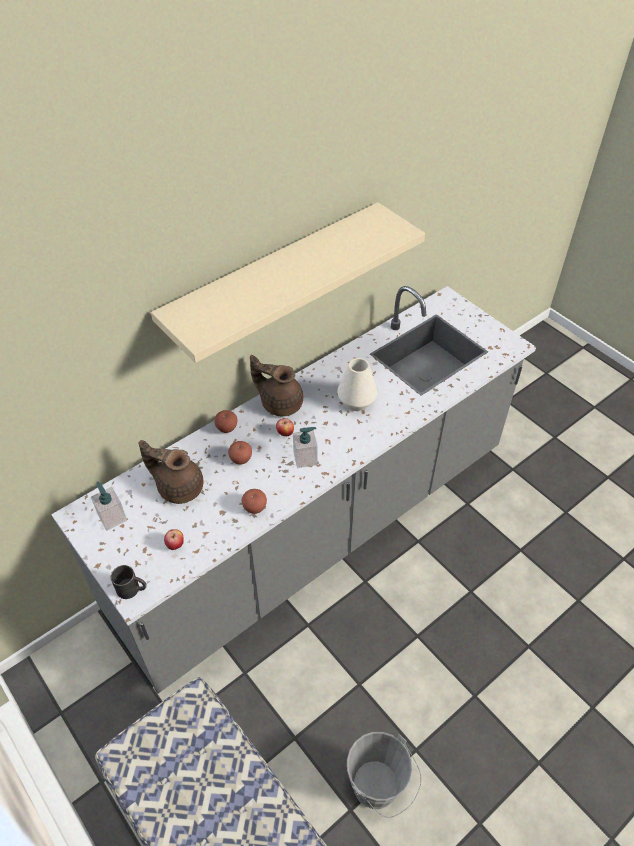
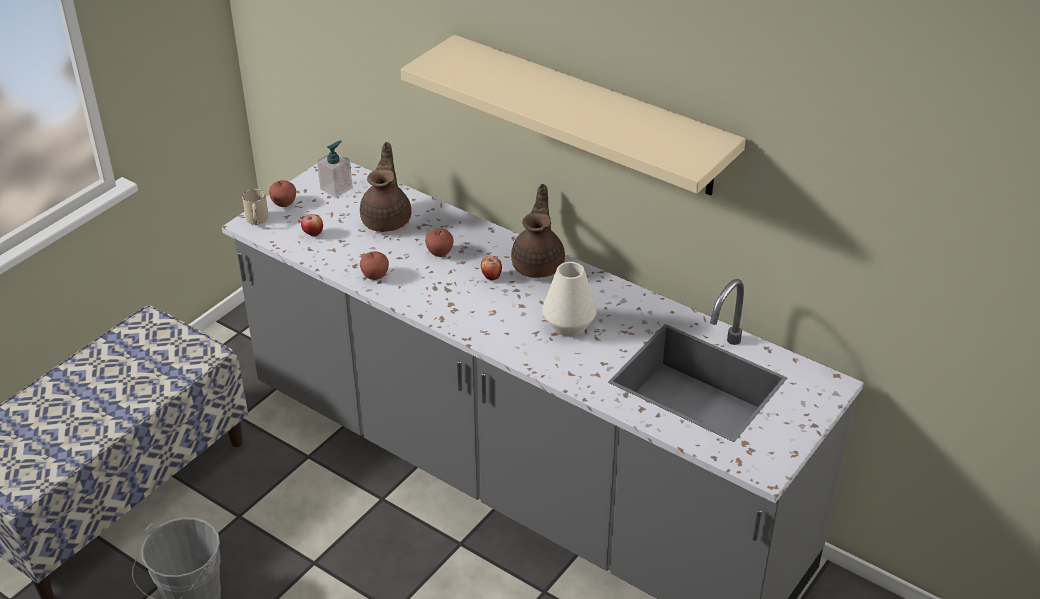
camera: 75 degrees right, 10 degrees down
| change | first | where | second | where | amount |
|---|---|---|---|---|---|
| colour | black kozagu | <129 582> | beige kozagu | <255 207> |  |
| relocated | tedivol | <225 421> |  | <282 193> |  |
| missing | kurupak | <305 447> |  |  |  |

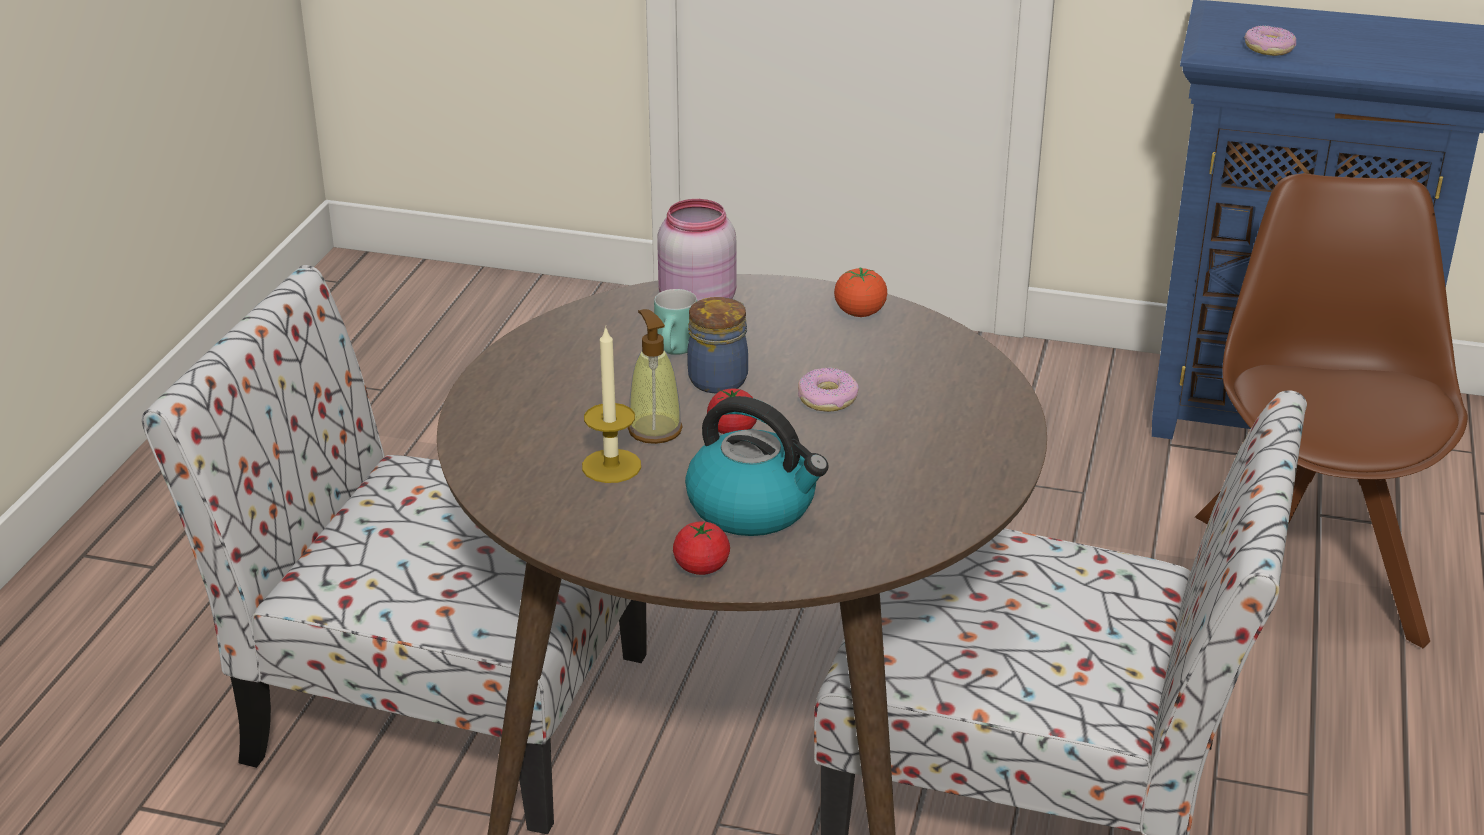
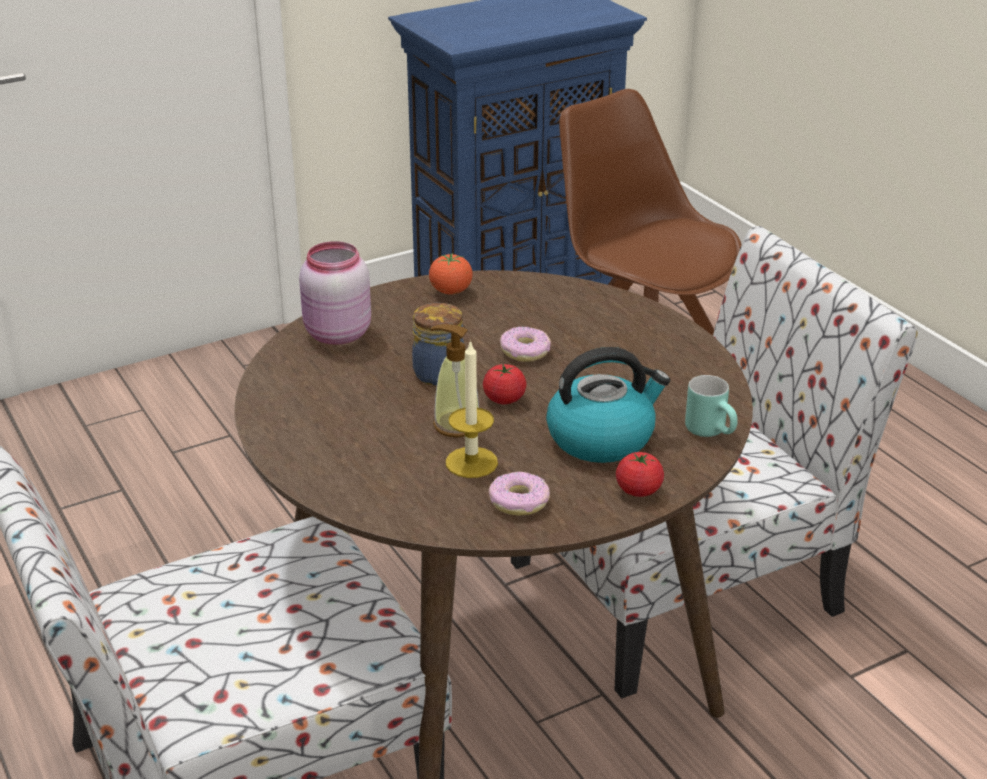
camera: 45 degrees left, 0 degrees up
| change | first | where | second | where | amount |
|---|---|---|---|---|---|
| relocated | turquoise kozagu | <675 322> |  | <711 406> |  |
| relocated | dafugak | <1270 40> |  | <519 493> |  |

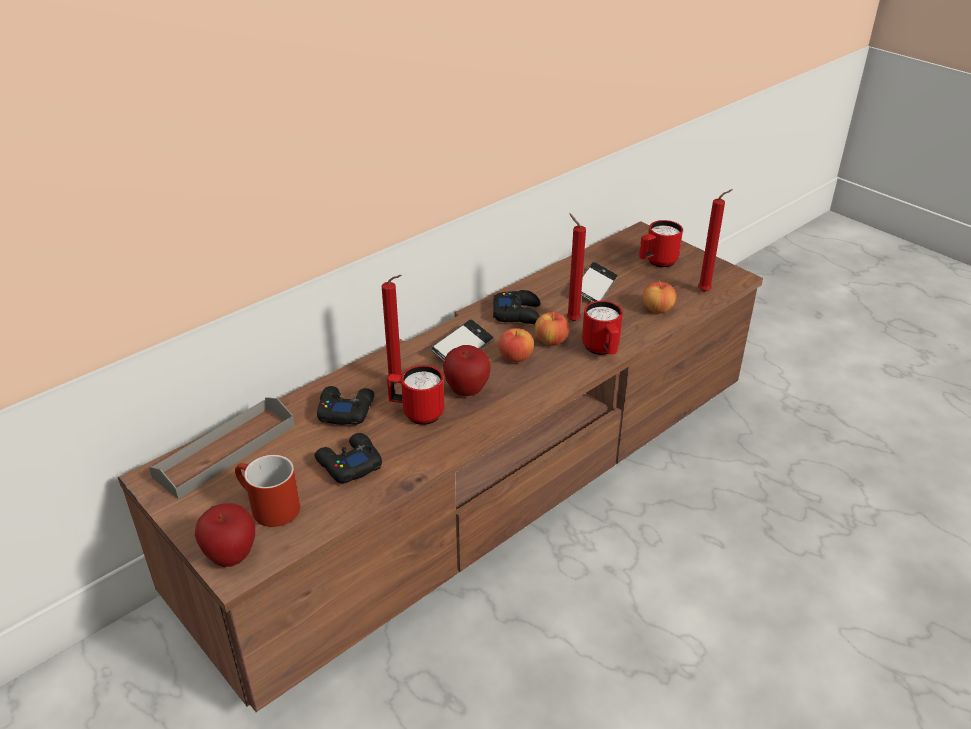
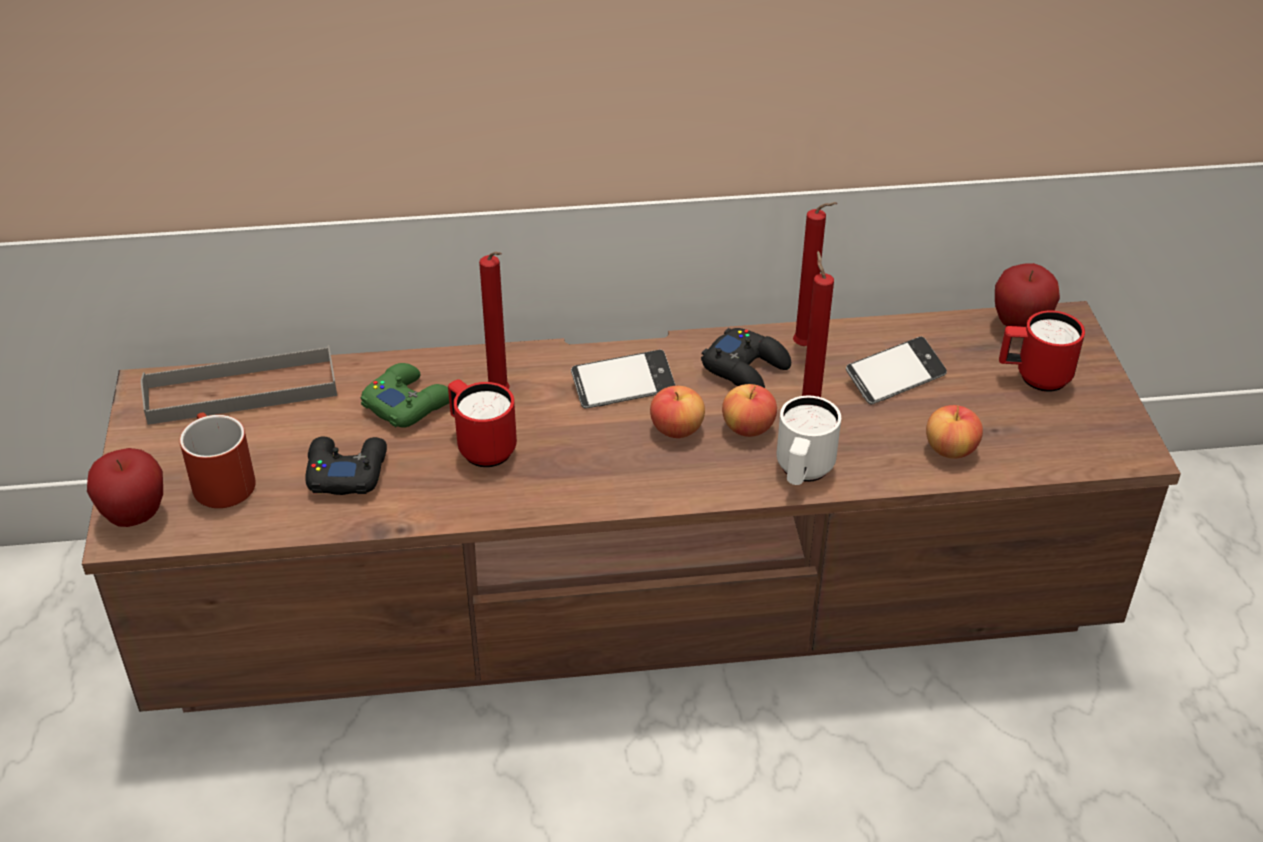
camera: 35 degrees right, 5 degrees up
| change | first | where | second | where | amount |
|---|---|---|---|---|---|
| colour | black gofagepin | <345 405> | green gofagepin | <405 395> |  |
| relocated | tedivol | <467 370> |  | <1027 295> |  |
| colour | red kozagu | <602 328> | white kozagu | <809 440> |  |
| relocated | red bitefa | <715 240> |  | <815 274> |  |

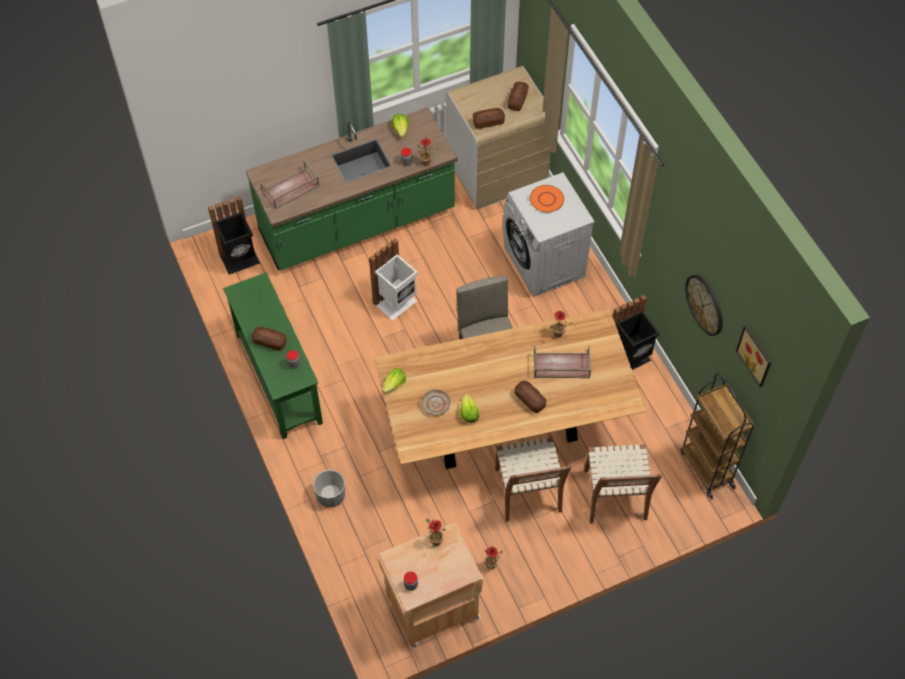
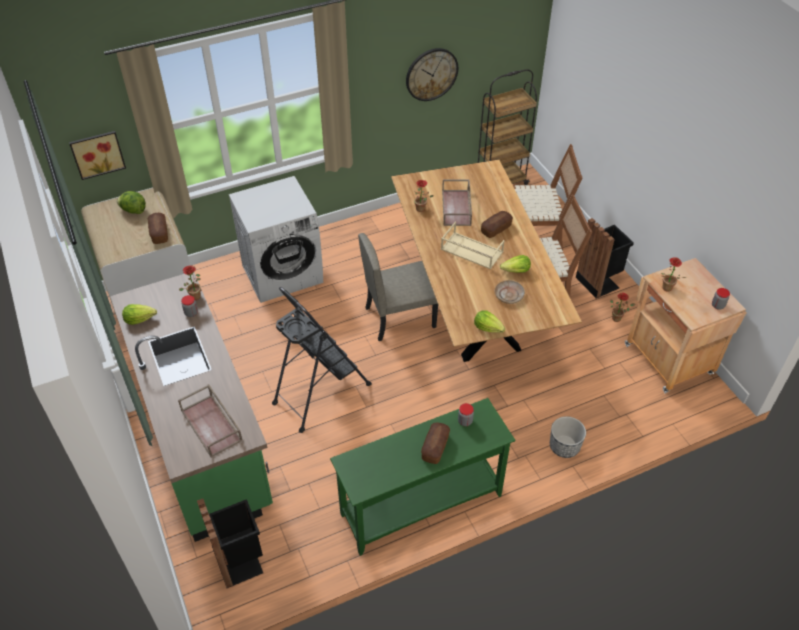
camera: 90 degrees left, 10 degrees down
| change | first | where | second | where | amount |
|---|---|---|---|---|---|
| exchanged | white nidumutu | <393 279> | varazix | <322 360> |  |
| exchanged | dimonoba | <518 96> | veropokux | <131 202> |  |
| missing | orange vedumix | <547 199> |  |  |  |
| relocated | black nidumutu | <636 332> |  | <605 258> |  |
| relocated | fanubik | <753 356> |  | <97 155> |  |
| appeared |  |  | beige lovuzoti | <472 245> |  |

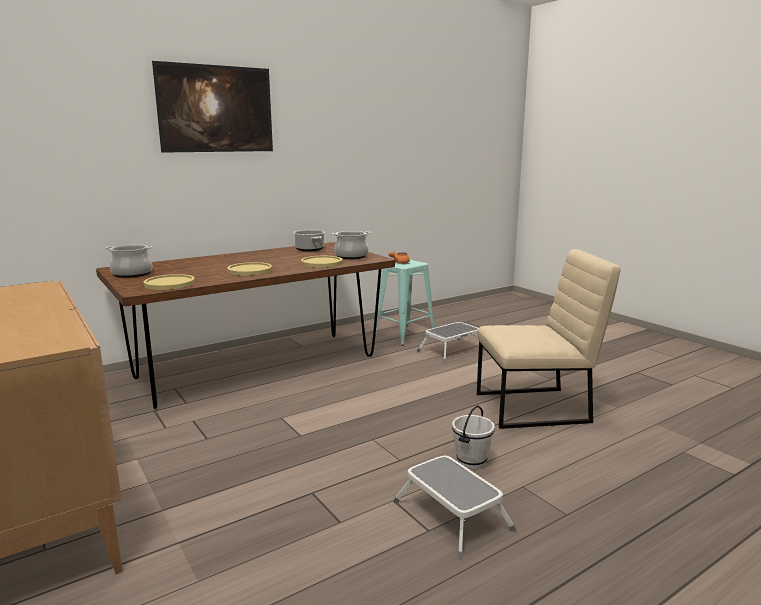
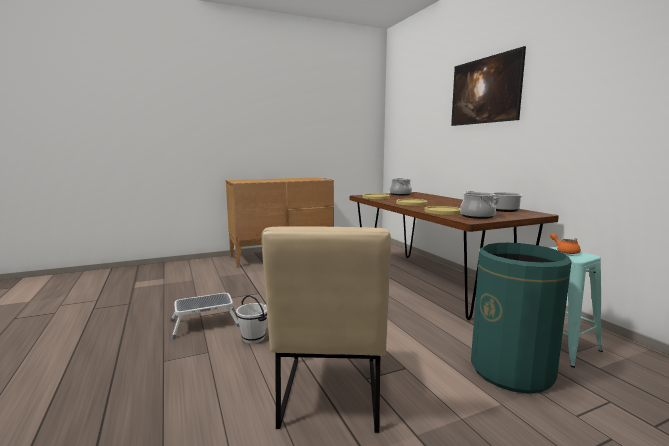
camera: 100 degrees right, 5 degrees down
| change | first | where | second | where | amount |
|---|---|---|---|---|---|
| exchanged | grey varazix | <451 342> | green nidumutu | <521 318> |  |

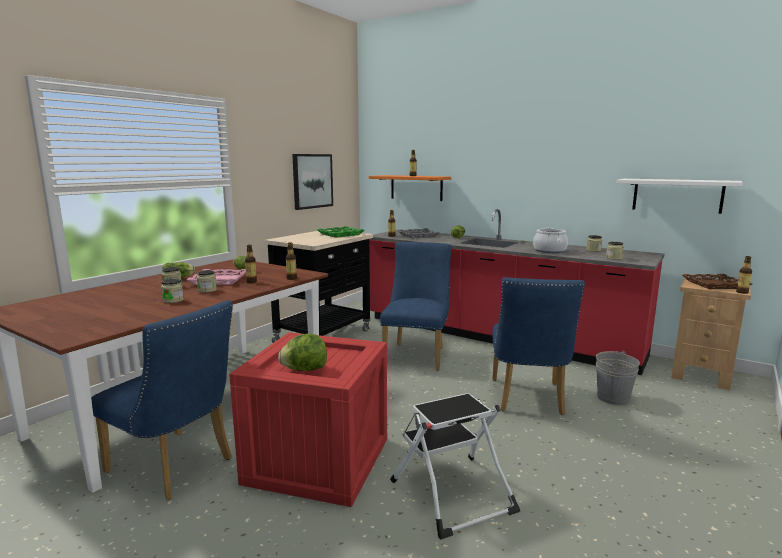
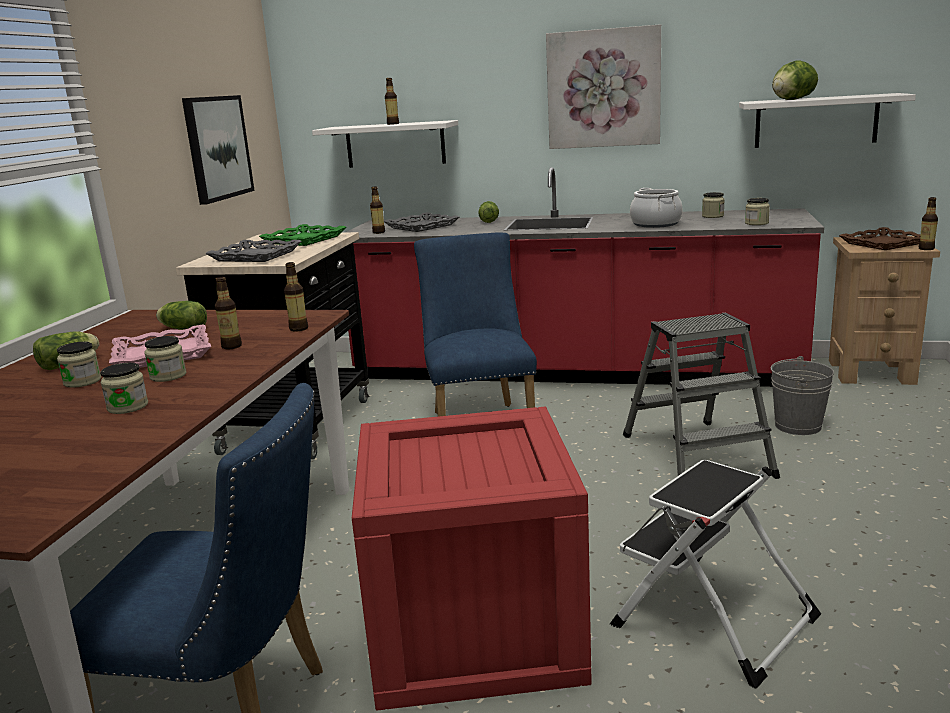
camera: 20 degrees left, 5 degrees up
| change | first | where | second | where | amount |
|---|---|---|---|---|---|
| relocated | veropokux | <302 352> |  | <795 80> |  |
| colour | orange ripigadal | <410 188> | white ripigadal | <385 144> |  |
| exchanged | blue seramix | <538 346> | grey varazix | <701 396> |  |
| appeared |  |  | grey lovuzoti | <253 251> |  |
| appeared |  |  | fanubik | <603 86> |  |

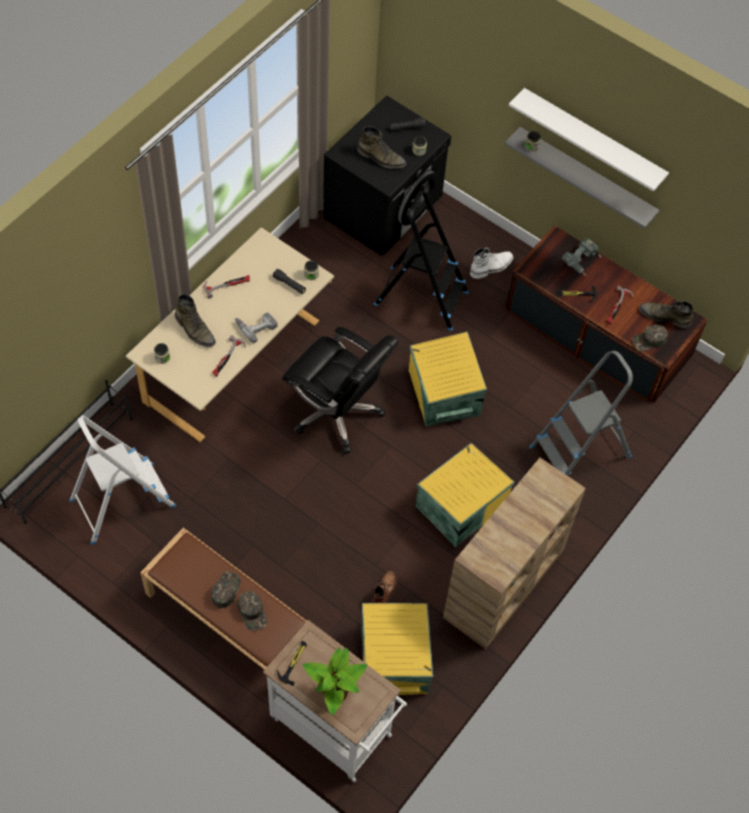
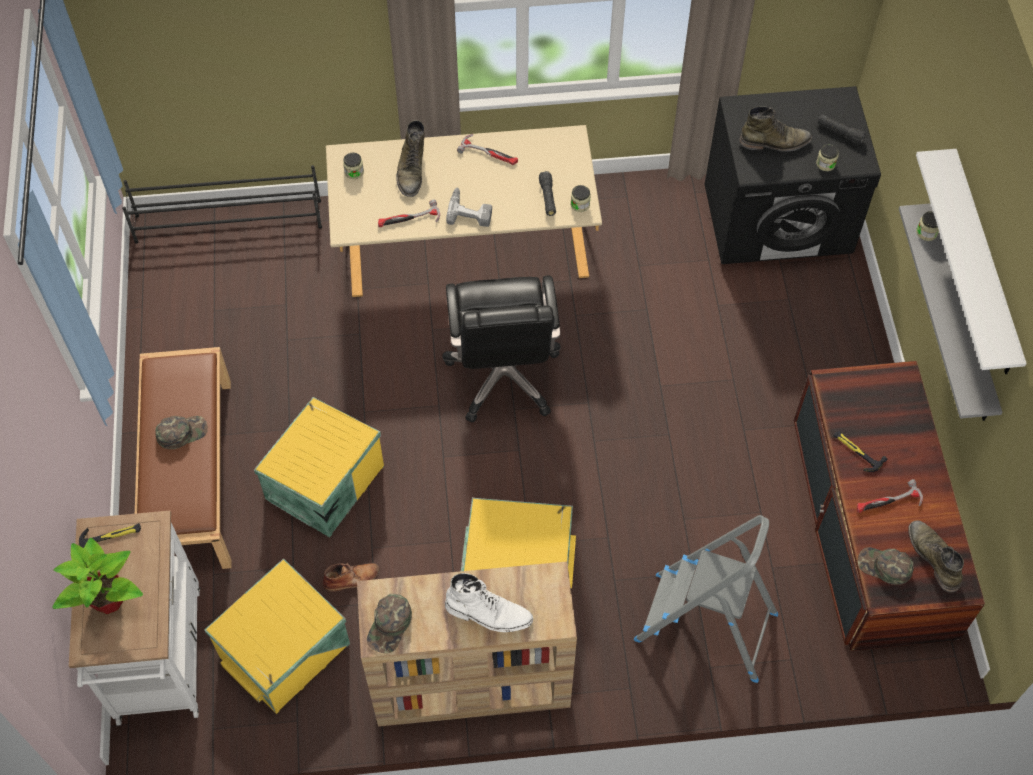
camera: 50 degrees right, 0 degrees up
| change | first | where | second | where | amount |
|---|---|---|---|---|---|
| missing | white varazix | <122 480> |  |  |  |
| relocated | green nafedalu | <253 611> |  | <389 623> |  |
| spun | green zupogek | <381 147> |  | <775 129> | 75 degrees counterclockwise |
| missing | black varazix | <421 261> |  |  |  |
| relocated | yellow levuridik | <447 379> |  | <319 467> |  |
| relocated | white zupogek | <491 263> |  | <489 602> |  |
| missing | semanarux | <581 257> |  |  |  |

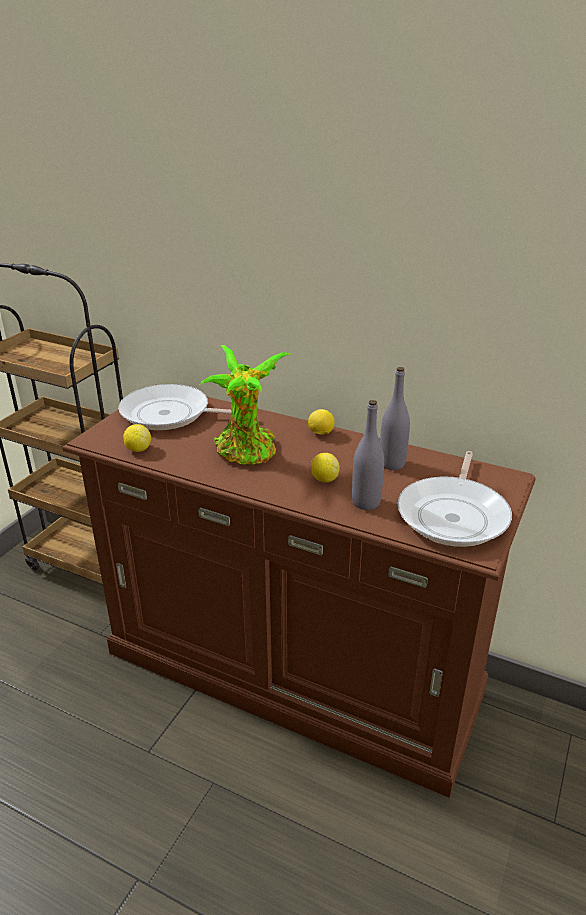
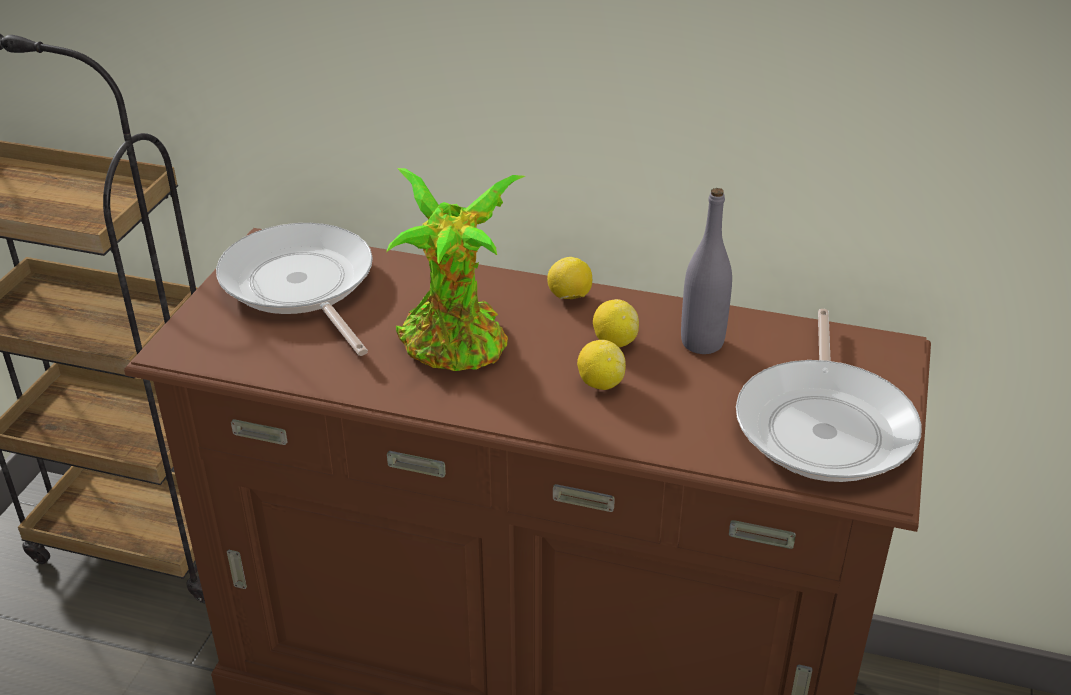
camera: 10 degrees left, 5 degrees up
| change | first | where | second | where | amount |
|---|---|---|---|---|---|
| spun | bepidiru | <175 407> |  | <294 289> | 60 degrees clockwise |
| relocated | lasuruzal | <137 438> |  | <616 323> |  |
| missing | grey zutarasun | <368 455> |  |  |  |

